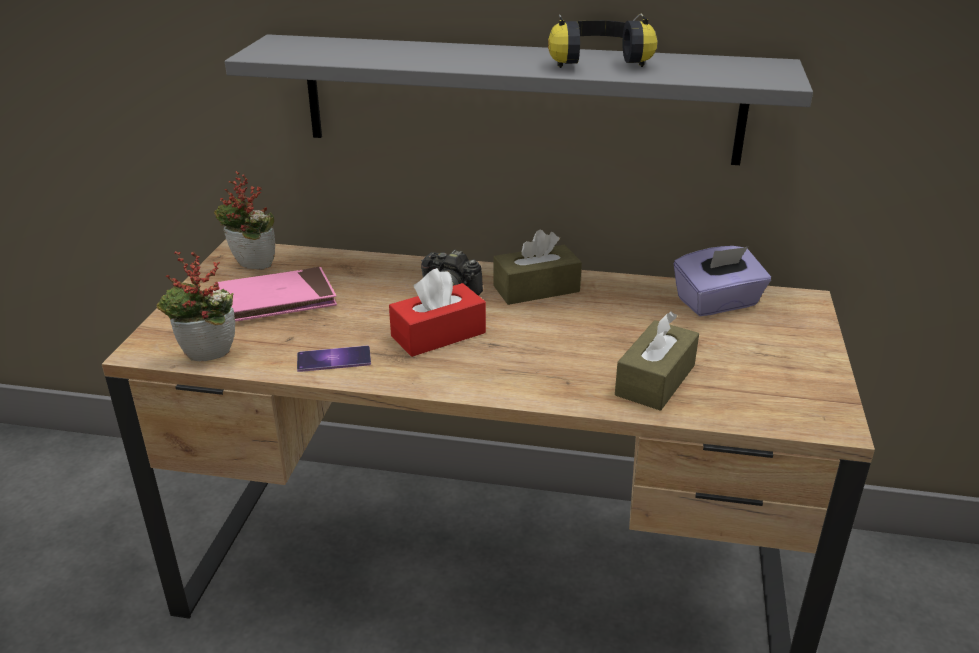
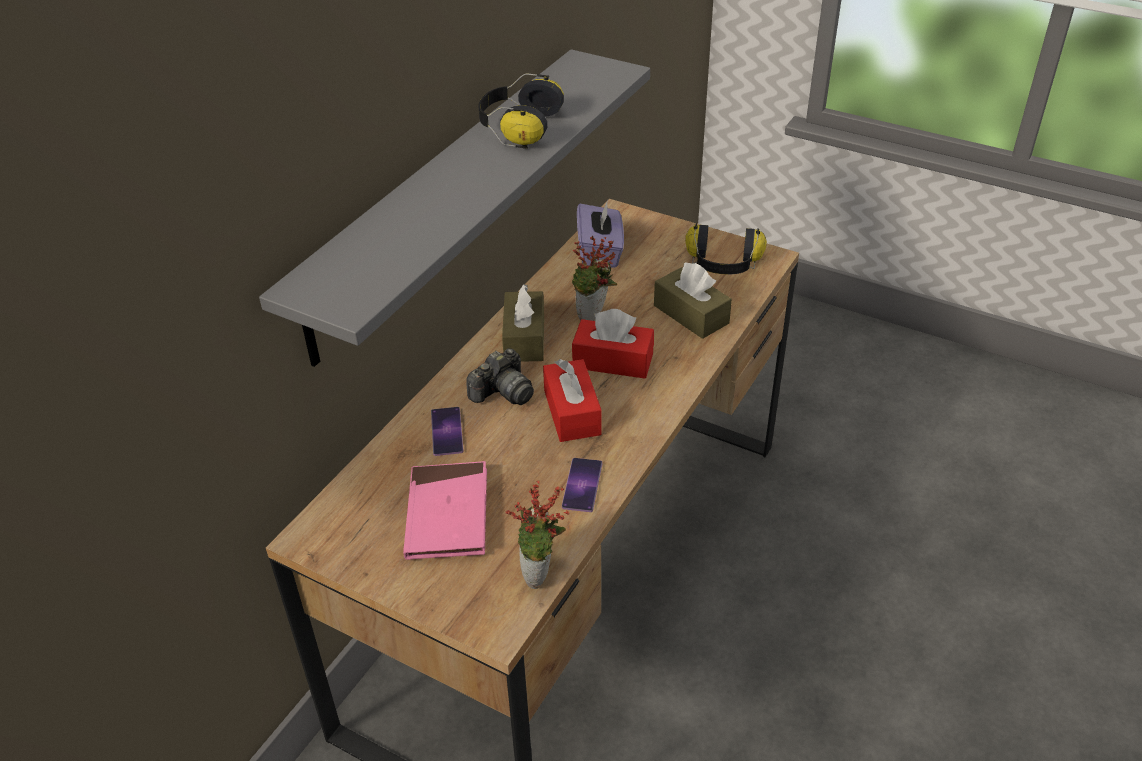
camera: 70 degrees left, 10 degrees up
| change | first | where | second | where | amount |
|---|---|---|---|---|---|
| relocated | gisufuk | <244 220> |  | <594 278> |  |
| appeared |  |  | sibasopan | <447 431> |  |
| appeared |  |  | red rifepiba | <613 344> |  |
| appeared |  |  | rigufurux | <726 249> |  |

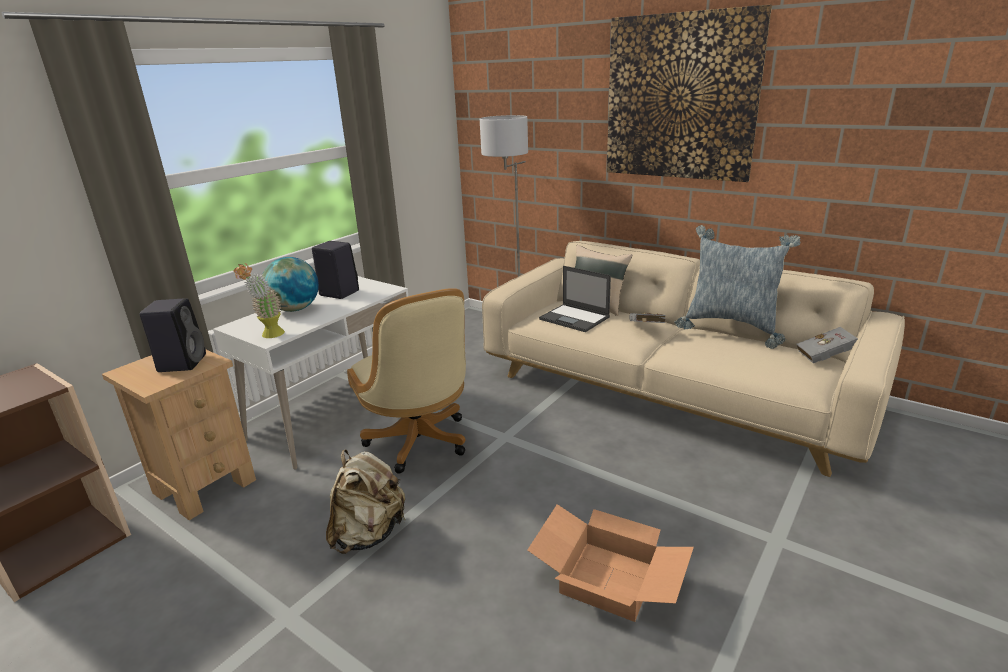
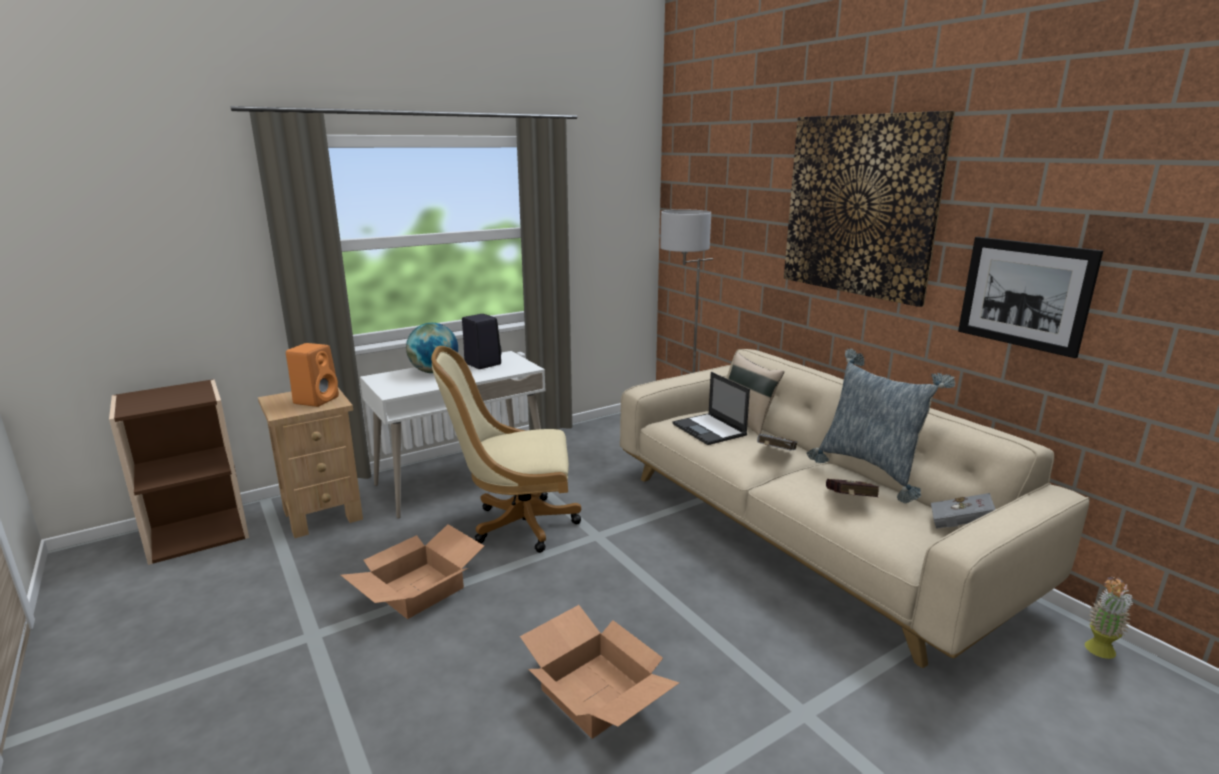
camera: 20 degrees right, 5 degrees down
| change | first | where | second | where | amount |
|---|---|---|---|---|---|
| colour | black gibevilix | <172 335> | orange gibevilix | <312 375> |  |
| relocated | gisufuk | <259 300> |  | <1109 617> |  |
| exchanged | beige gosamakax | <366 502> | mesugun | <412 571> |  |
| spun | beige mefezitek | <406 381> |  | <506 449> | 90 degrees clockwise |
| appeared |  |  | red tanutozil | <852 488> |  |
| appeared |  |  | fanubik | <1030 297> |  |

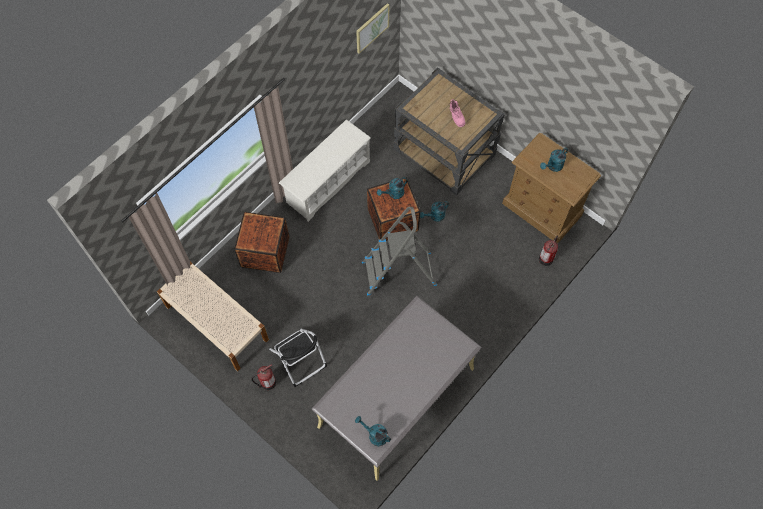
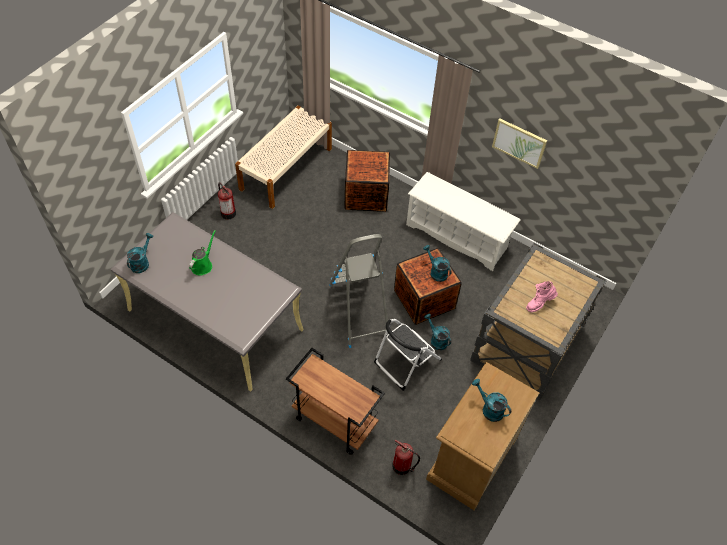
camera: 80 degrees right, 10 degrees down
| change | first | where | second | where | amount |
|---|---|---|---|---|---|
| relocated | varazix | <298 357> |  | <408 355> |  |
| relocated | fanubik | <372 28> |  | <519 144> |  |
| appeared |  |  | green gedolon | <202 253> |  |
| appeared |  |  | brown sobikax | <335 401> |  |

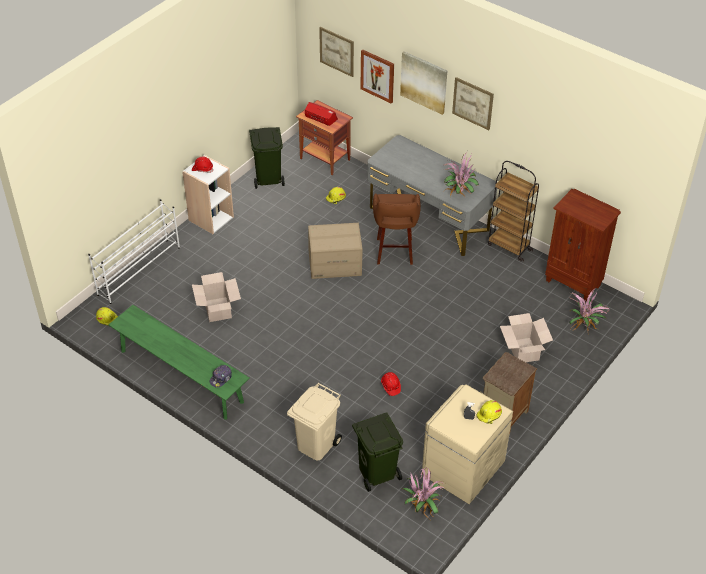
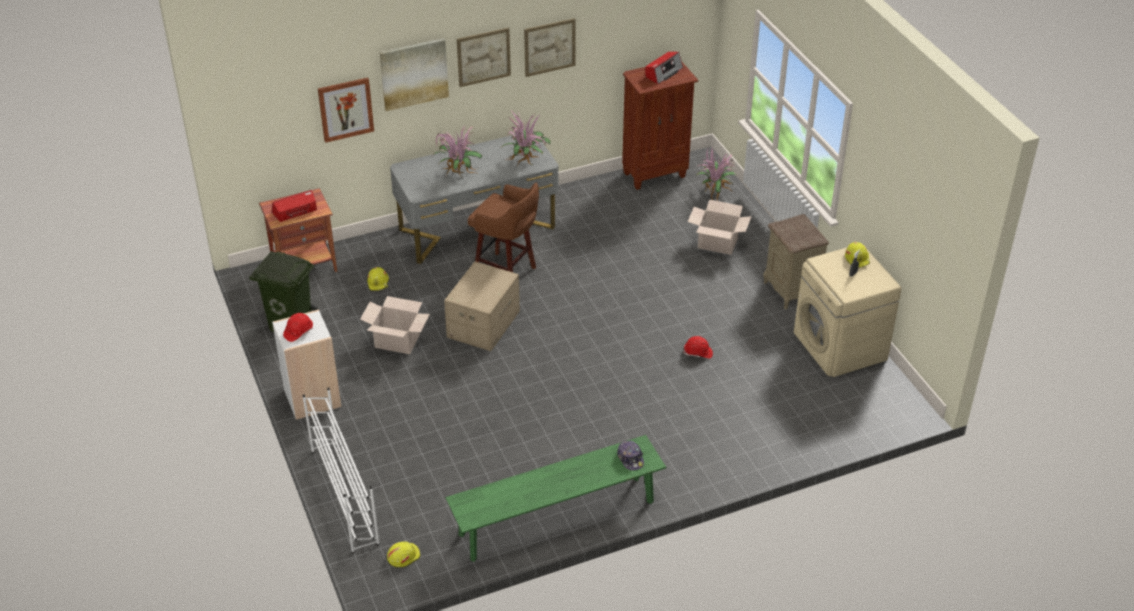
camera: 60 degrees left, 5 degrees down
| change | first | where | second | where | amount |
|---|---|---|---|---|---|
| relocated | mesugun | <216 297> |  | <395 325> |  |
| missing | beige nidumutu | <314 421> |  |  |  |
| relocated | fanubik | <336 52> |  | <550 47> |  |
| missing | green nidumutu | <377 452> |  |  |  |
| relocated | gisufuk | <423 493> |  | <457 151> |  |
| missing | brown sobikax | <513 211> |  |  |  |
| appeared |  |  | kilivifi | <664 68> |  |

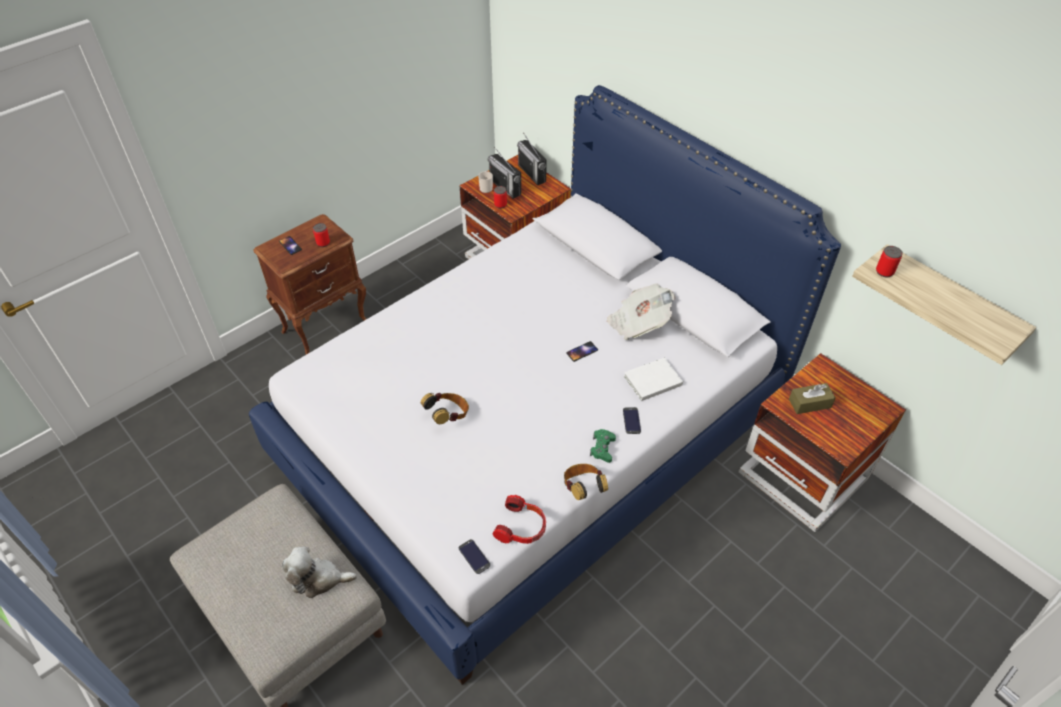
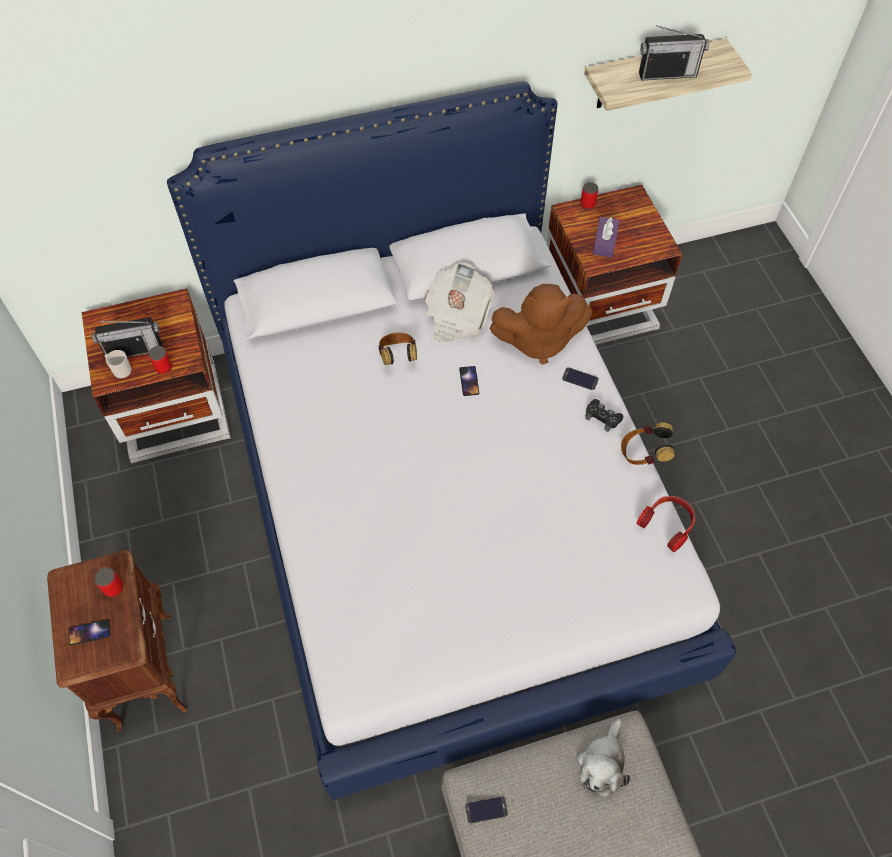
camera: 65 degrees left, 10 degrees up
| change | first | where | second | where | amount |
|---|---|---|---|---|---|
| relocated | rigufurux | <445 408> |  | <397 349> |  |
| relocated | sibasopan | <474 556> |  | <486 810> |  |
| relocated | kilivifi | <532 159> |  | <674 53> |  |
| colour | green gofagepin | <603 446> | black gofagepin | <604 415> |  |
| exchanged | white tanutozil | <653 379> | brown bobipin | <541 324> |  |
| colour | brown rifepiba | <812 398> | purple rifepiba | <606 237> |  |
| relocated | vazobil | <889 261> |  | <589 195> |  |

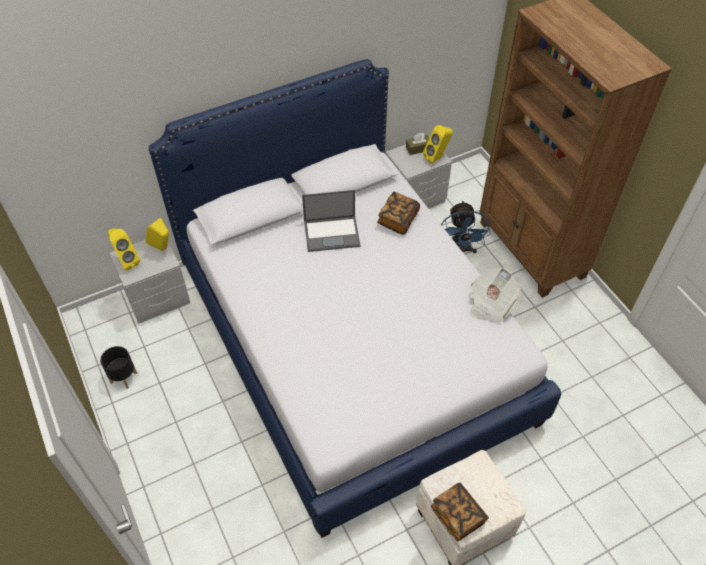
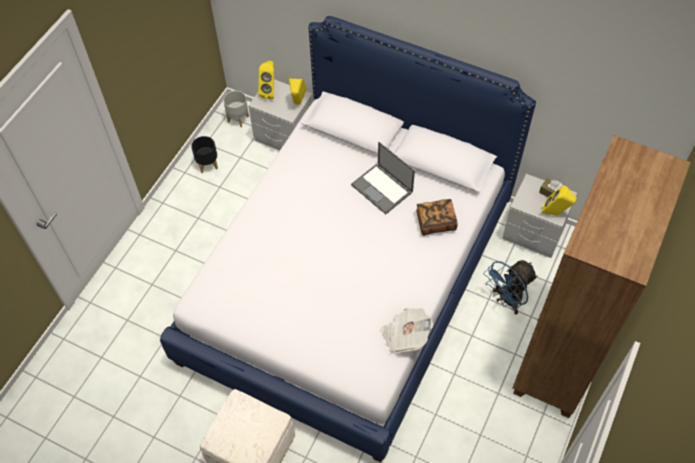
camera: 55 degrees right, 5 degrees up
| change | first | where | second | where | amount |
|---|---|---|---|---|---|
| missing | tanutozil | <460 512> |  |  |  |
| appeared |  |  | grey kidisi | <236 109> |  |

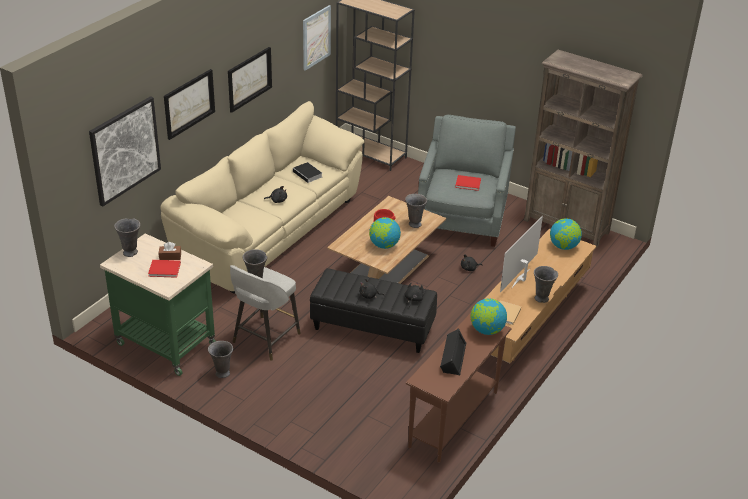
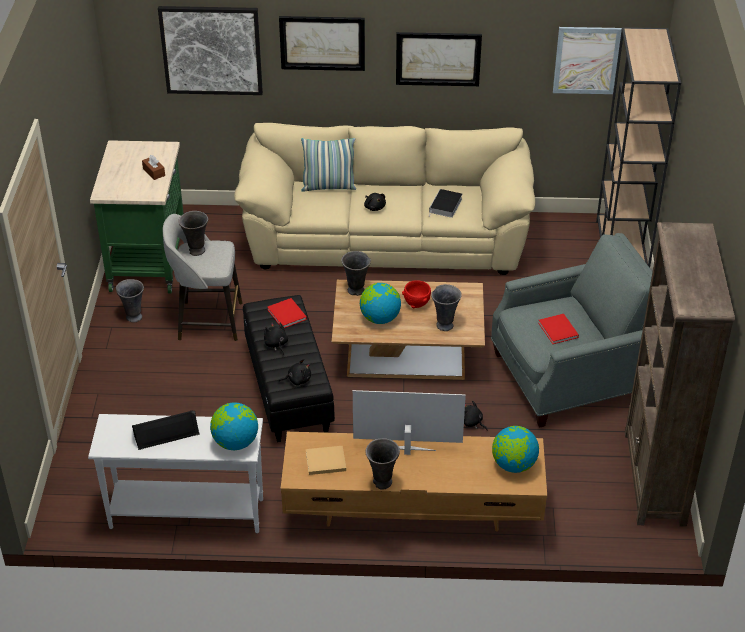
camera: 60 degrees right, 5 degrees up
| change | first | where | second | where | amount |
|---|---|---|---|---|---|
| relocated | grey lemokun | <127 237> |  | <356 273> |  |
| relocated | red tanutozil | <164 269> |  | <287 313> |  |
| colour | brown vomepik | <458 388> | white vomepik | <175 473> |  |
| appeared |  |  | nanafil | <328 165> |  |

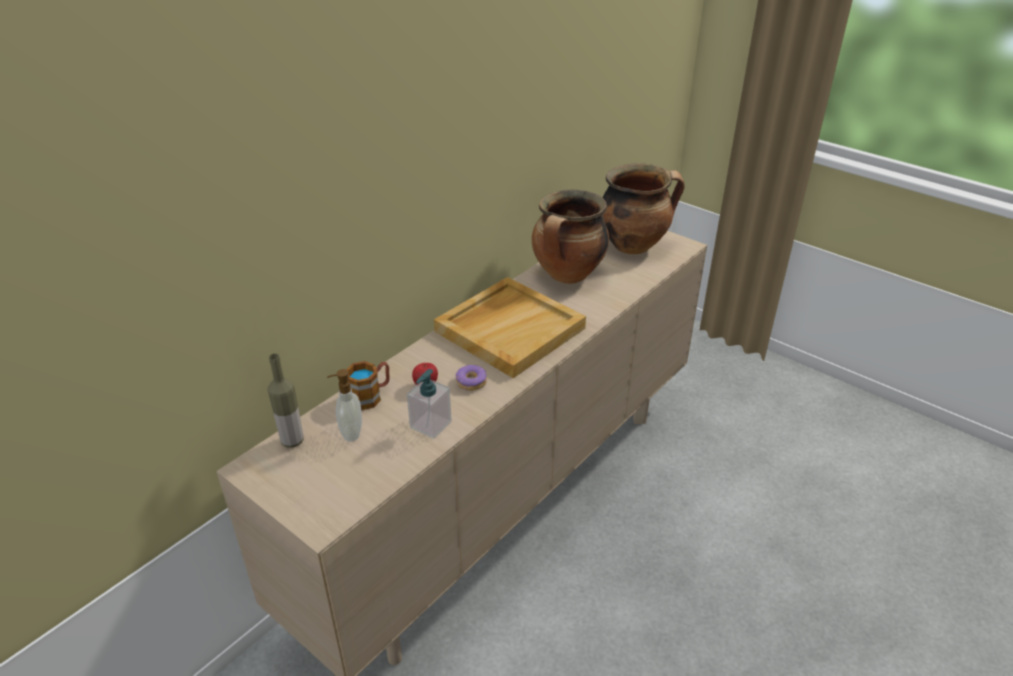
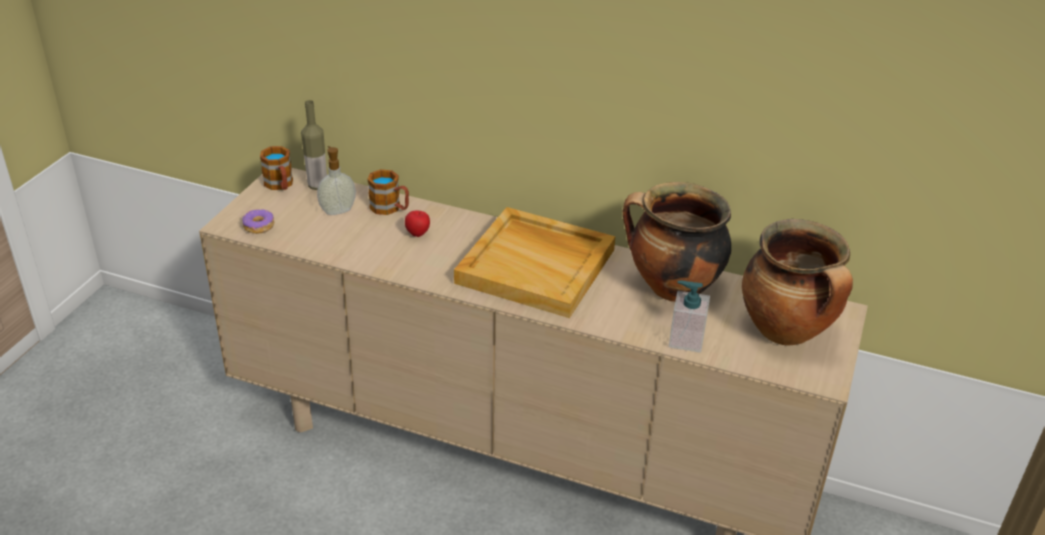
camera: 70 degrees right, 0 degrees up
| change | first | where | second | where | amount |
|---|---|---|---|---|---|
| relocated | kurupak | <429 404> |  | <689 317> |  |
| relocated | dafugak | <471 378> |  | <258 221> |  |
| appeared |  |  | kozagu | <276 168> |  |

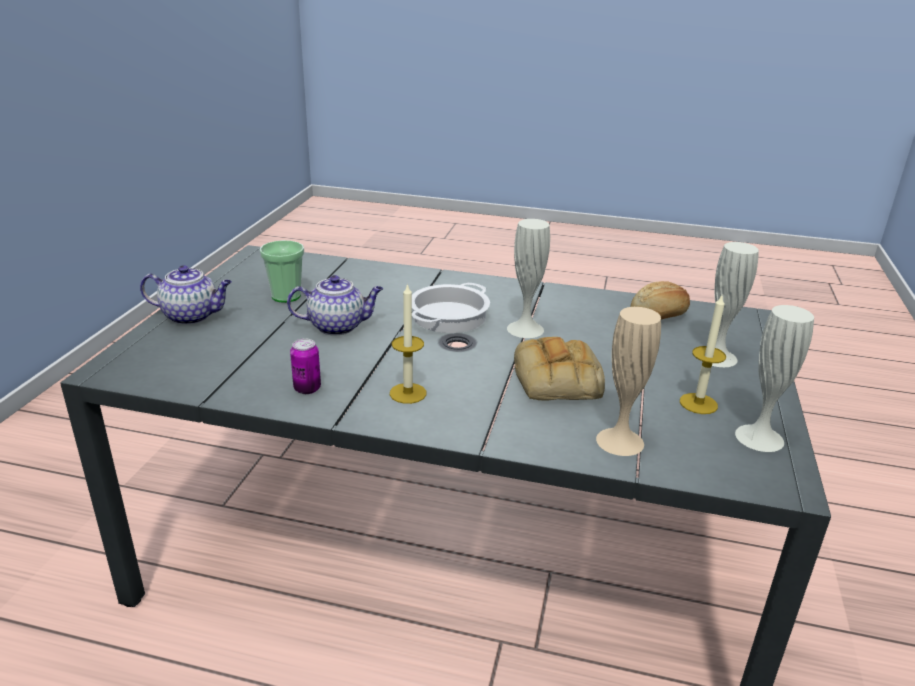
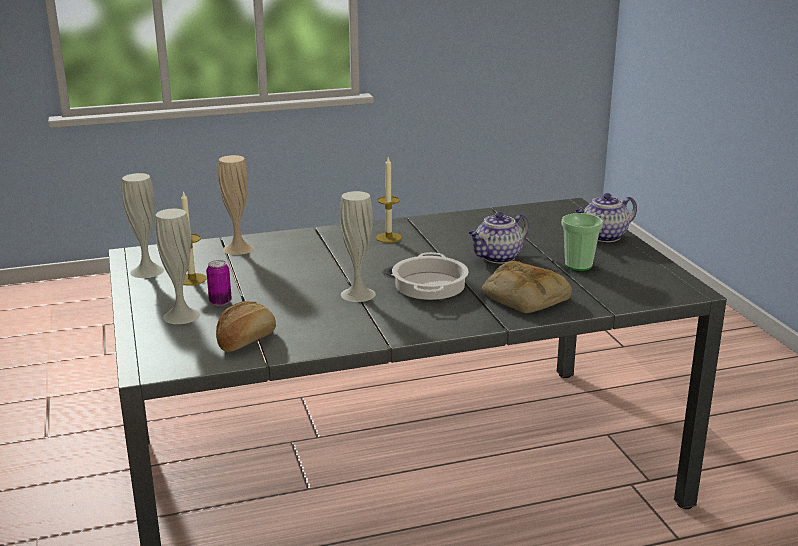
camera: 150 degrees right, 5 degrees down
| change | first | where | second | where | amount |
|---|---|---|---|---|---|
| relocated | vazobil | <305 366> |  | <219 283> |  |
| relocated | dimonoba | <559 369> |  | <527 287> |  |

